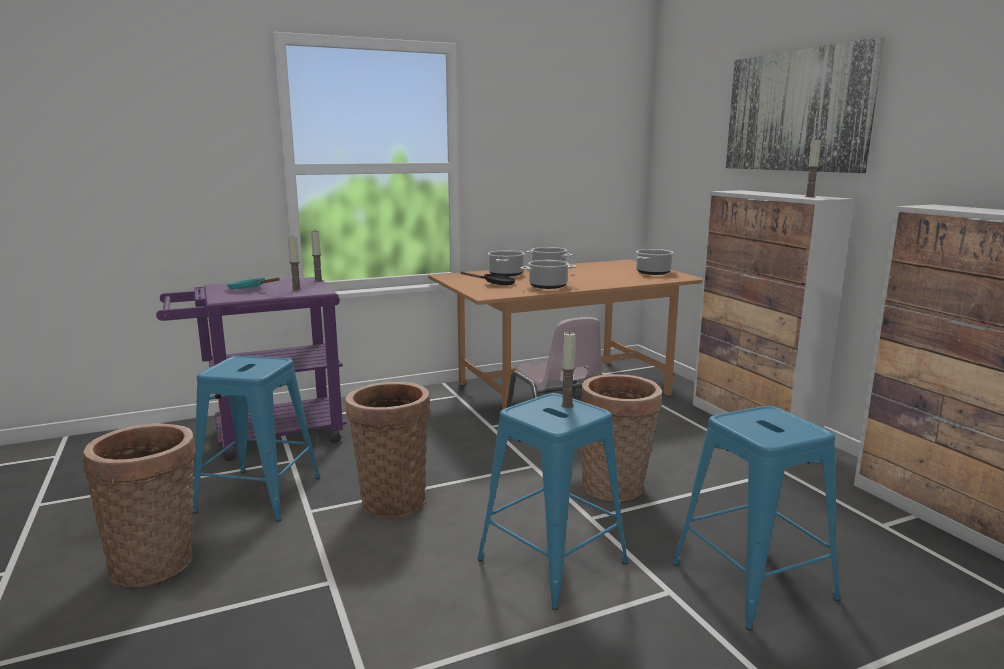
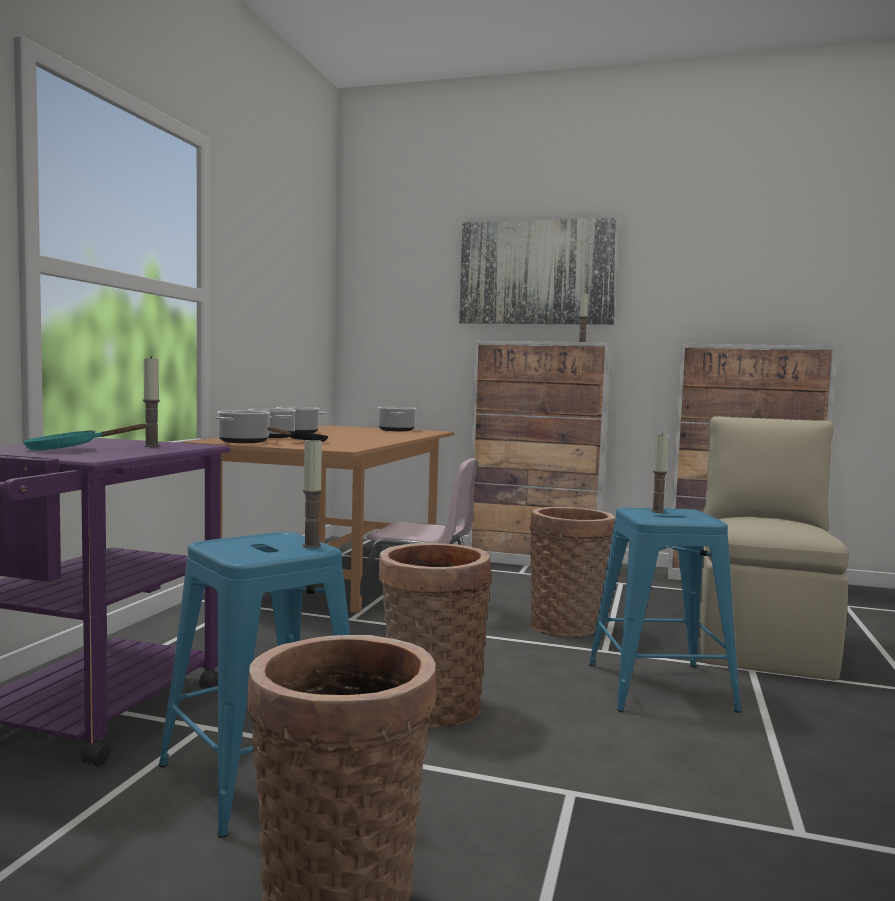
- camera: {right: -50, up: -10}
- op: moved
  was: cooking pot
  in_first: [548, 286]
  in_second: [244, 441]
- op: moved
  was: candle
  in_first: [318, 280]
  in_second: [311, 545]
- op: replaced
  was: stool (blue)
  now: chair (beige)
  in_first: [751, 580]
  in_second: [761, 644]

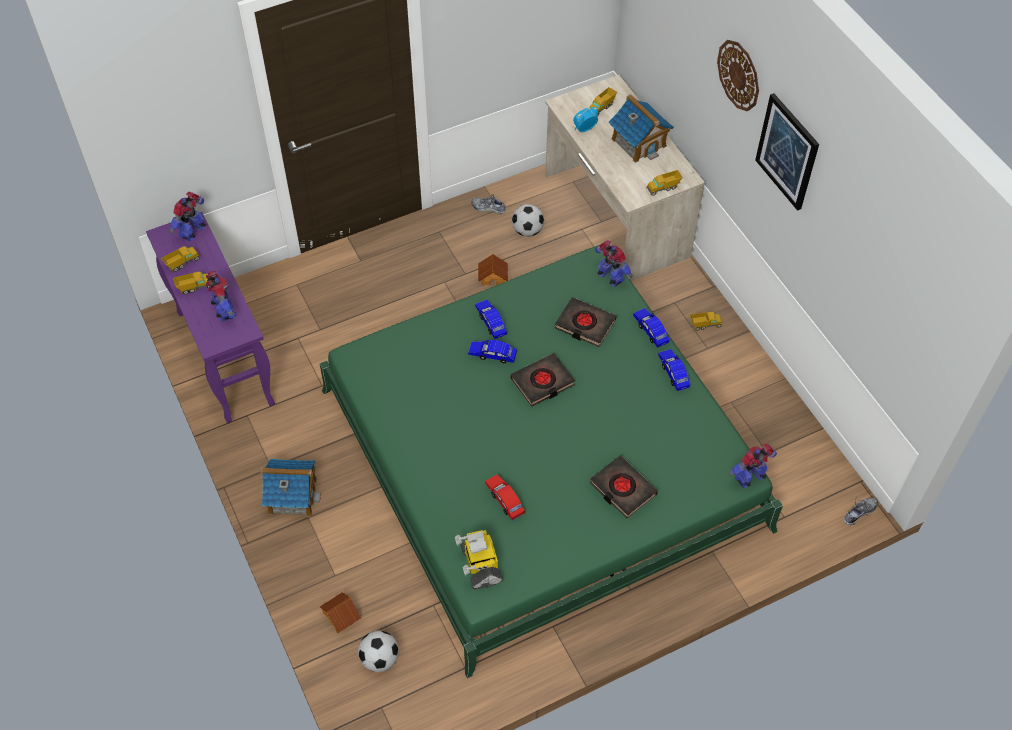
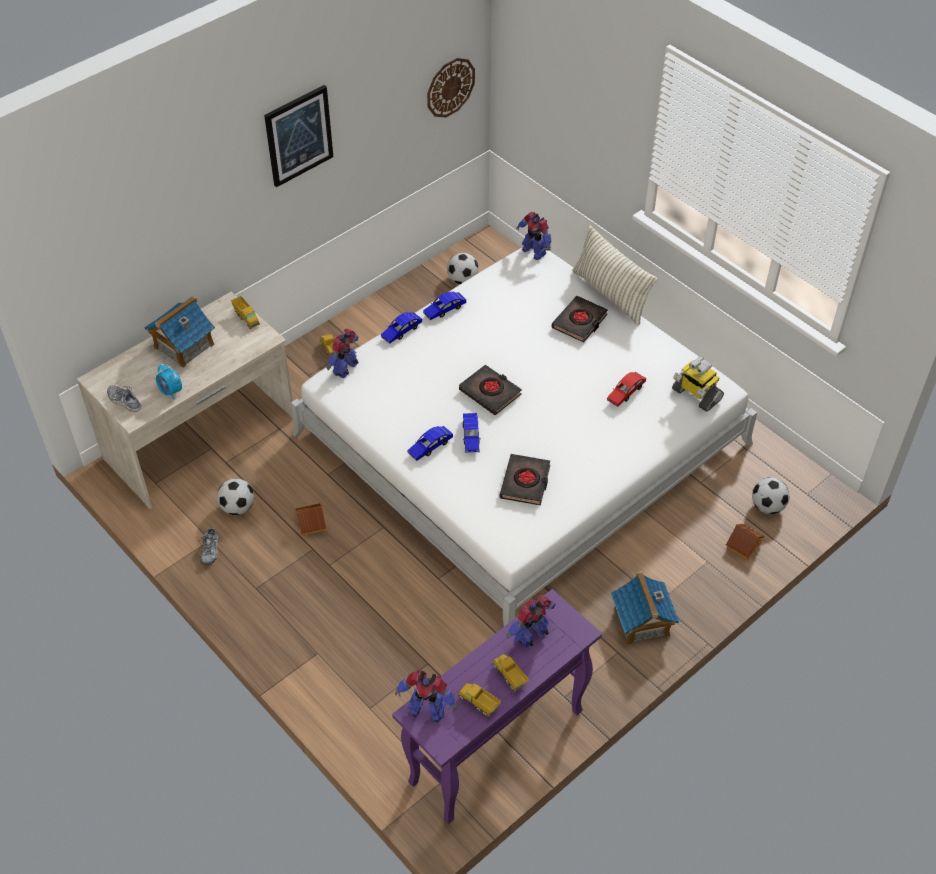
- camera: {right: -105, up: -5}
- op: moved
  was: shoe
  in_first: [859, 512]
  in_second: [124, 401]
- op: recoloured
  was: bed (green)
  now: bed (white)
  in_first: [541, 458]
  in_second: [521, 439]
- op: moved
  was: wall clock
  in_first: [739, 75]
  in_second: [450, 87]
- op: added
  now: football
  in_second: [462, 280]
- op: moved
  was: book (black)
  in_first: [585, 325]
  in_second: [525, 482]
- op: added
  now: pillow
  in_second: [610, 294]
- op: turned
  was: toy robot
  in_first: [480, 565]
  in_second: [696, 395]
  clockwise: 75
- op: removed
  was: toy truck
  in_first: [601, 108]

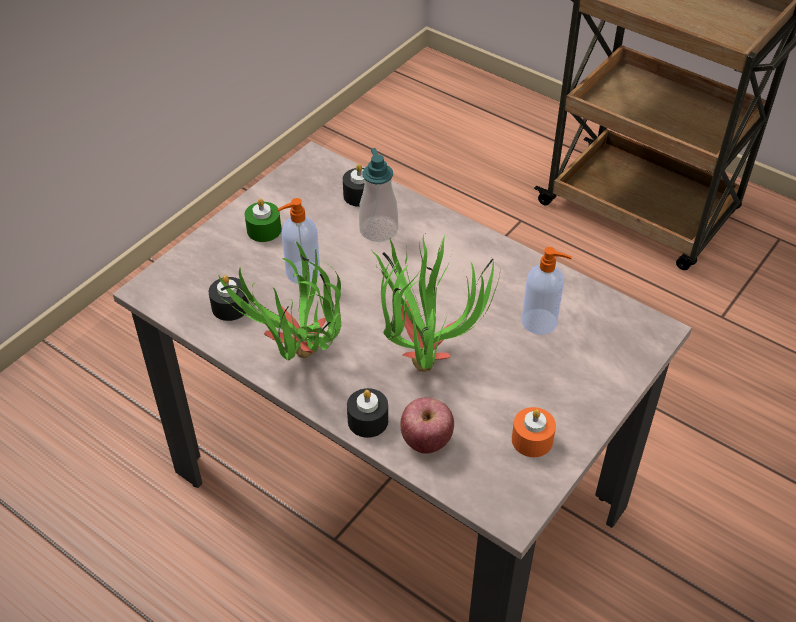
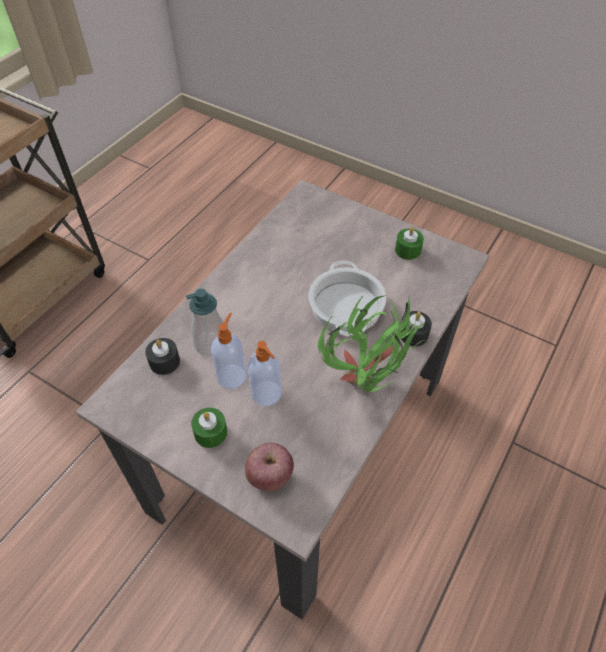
- camera: {right: -95, up: 5}
- op: moved
  was: soap dispenser
  in_first: [540, 322]
  in_second: [232, 375]
- op: moved
  was: apple
  in_first: [426, 440]
  in_second: [269, 476]
- op: replaced
  was: potted plant
  now: cooking pot
  in_first: [425, 354]
  in_second: [345, 306]
- op: recoloured
  was: candle (orange)
  now: candle (green)
  in_first: [532, 440]
  in_second: [408, 250]
- op: removed
  was: candle (black)
  in_first: [230, 307]

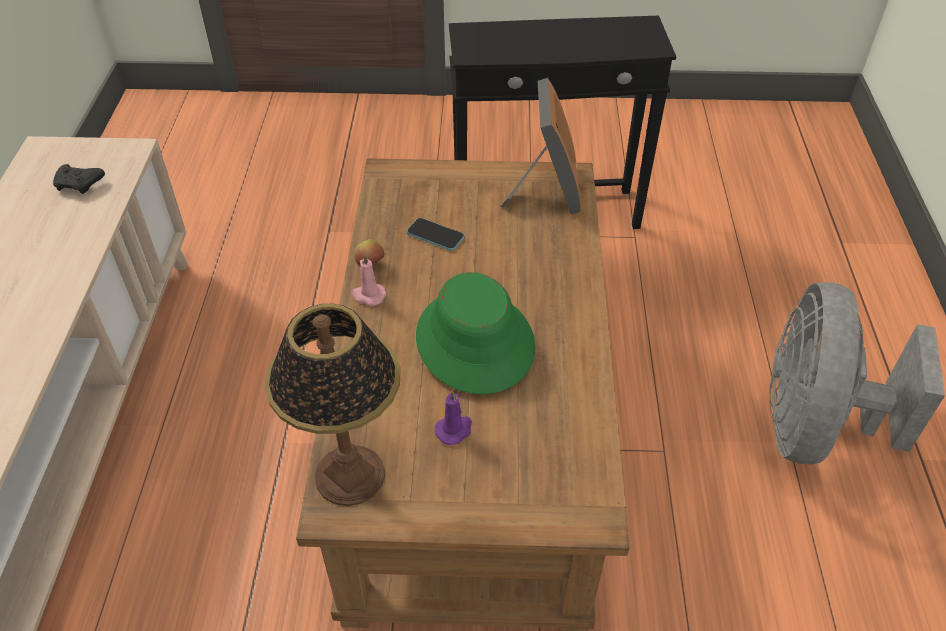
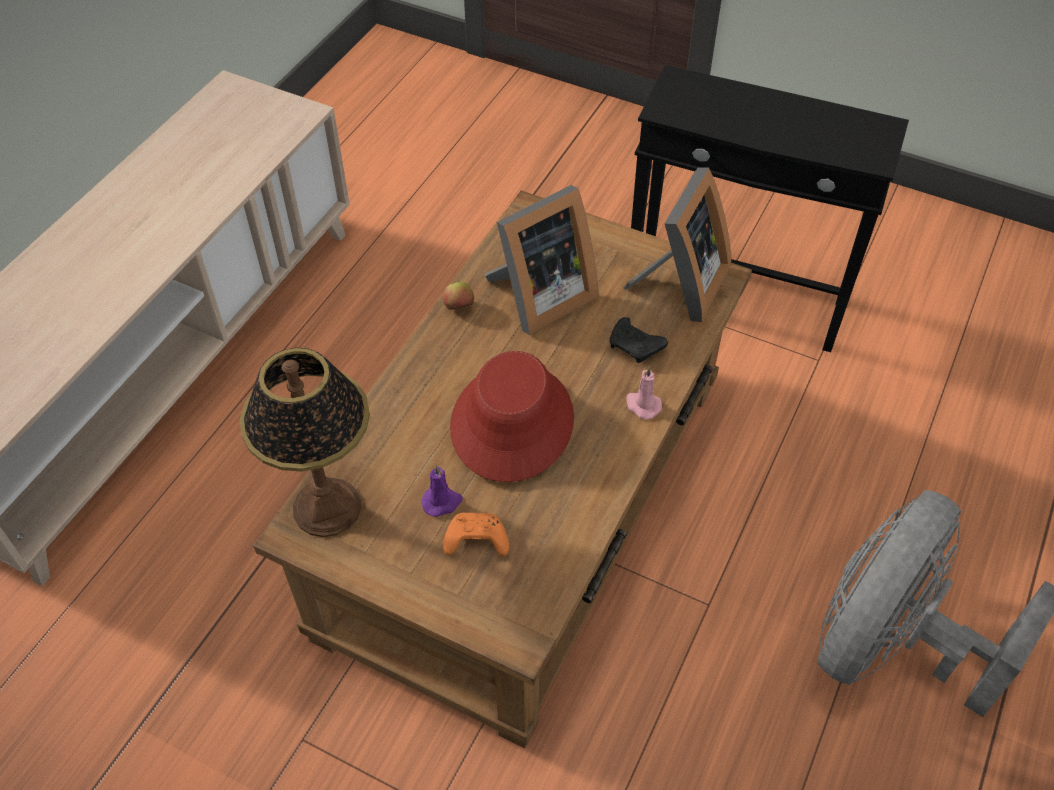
- camera: {right: 25, up: 5}
- op: added
  now: game controller (orange)
  in_second: [475, 541]
- op: recoloured
  was: hat (green)
  now: hat (red)
  in_first: [474, 341]
  in_second: [511, 422]
- op: replaced
  was: phone
  now: picture frame
  in_first: [435, 235]
  in_second: [539, 298]
- op: moved
  was: game controller (black)
  in_first: [80, 185]
  in_second: [635, 347]
- op: moved
  was: candle (pink)
  in_first: [368, 295]
  in_second: [642, 405]

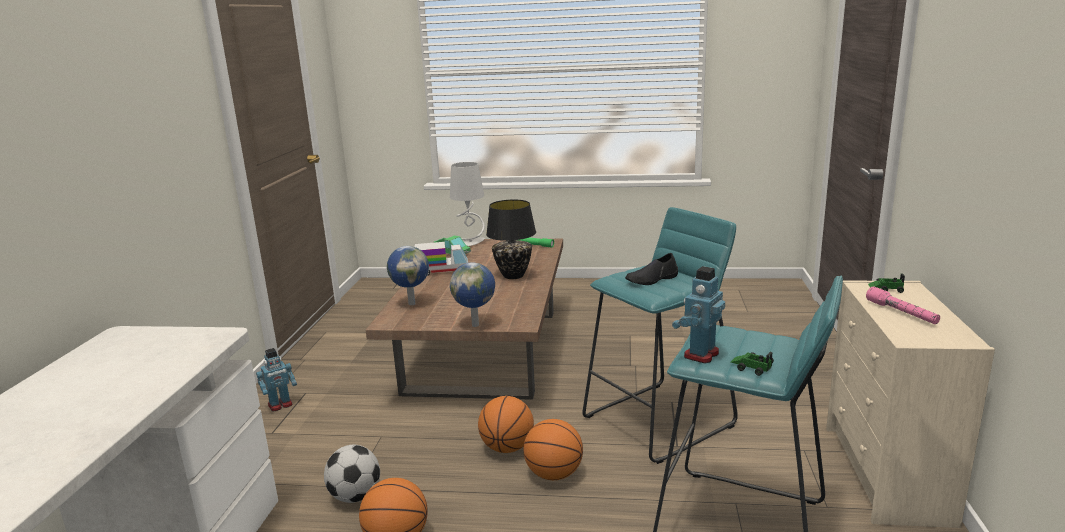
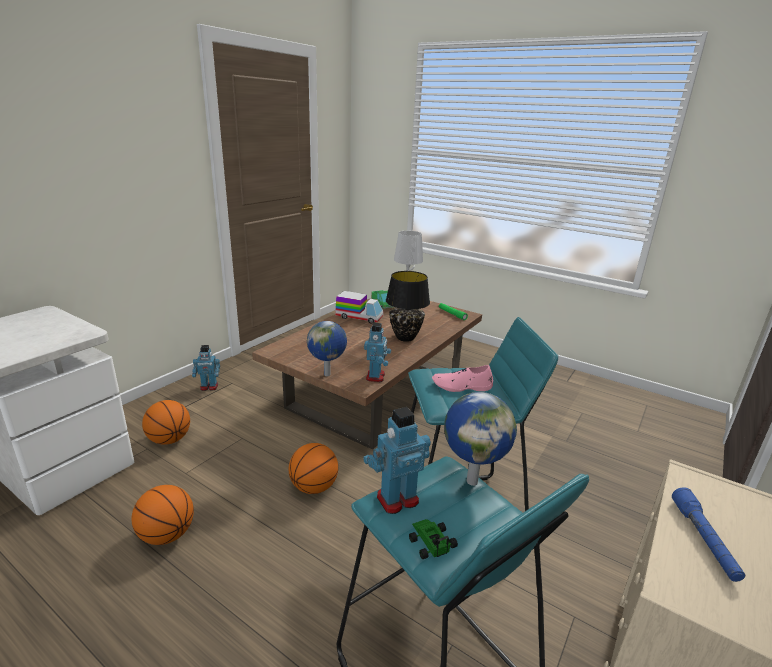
- camera: {right: 25, up: 5}
- op: moved
  was: basketball
  in_first: [554, 474]
  in_second: [169, 440]
- op: added
  now: toy robot
  in_second: [376, 377]
- op: recoloured
  was: shoe (black)
  now: shoe (pink)
  in_first: [652, 279]
  in_second: [461, 386]
- op: moved
  was: globe
  in_first: [412, 303]
  in_second: [472, 480]
- op: recoloured
  was: flashlight (pink)
  now: flashlight (blue)
  in_first: [902, 313]
  in_second: [704, 540]
- op: removed
  was: football
  in_first: [355, 496]
- op: removed
  was: toy car
  in_first: [885, 287]

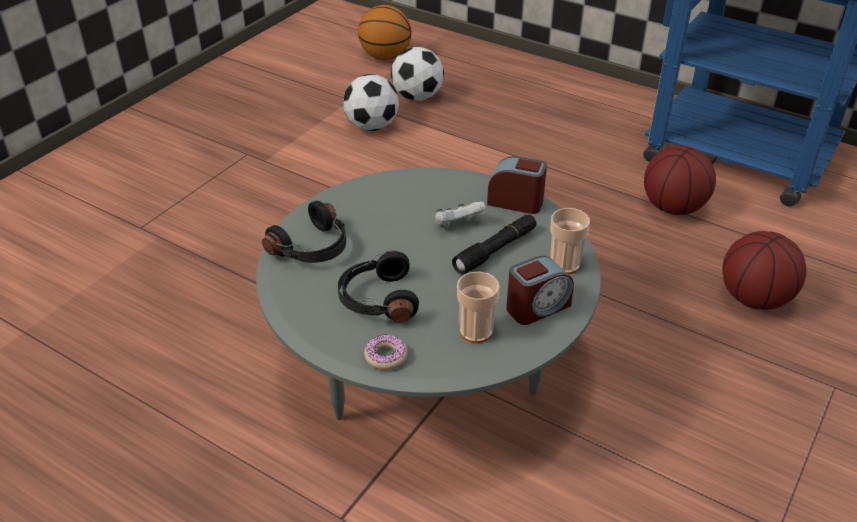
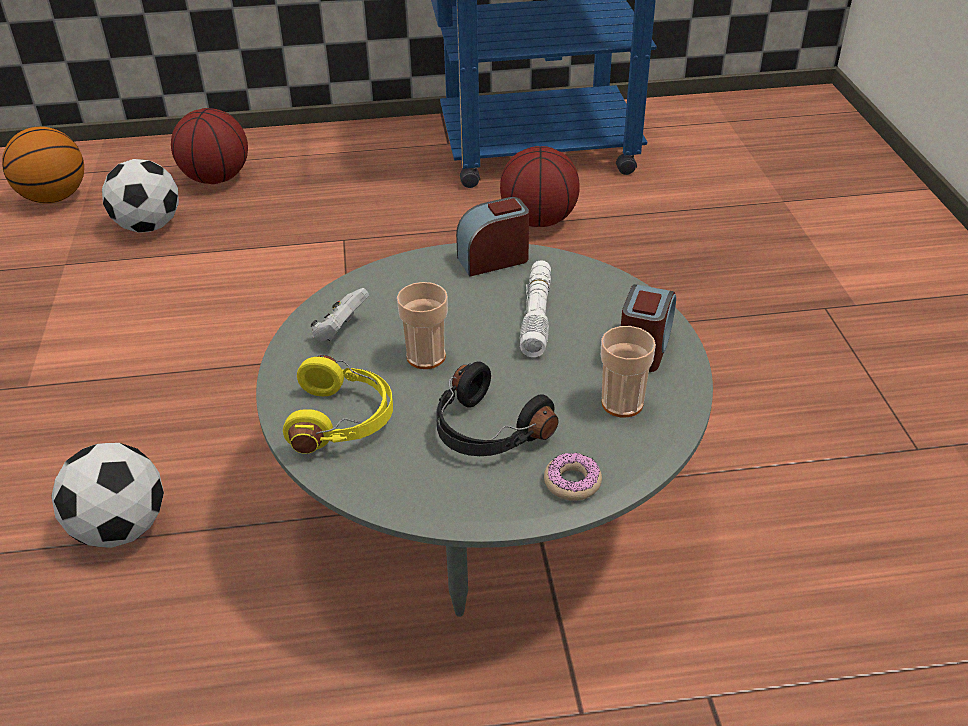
- camera: {right: -40, up: 0}
- op: moved
  was: football
  in_first: [372, 126]
  in_second: [121, 528]
- op: moved
  was: basketball
  in_first: [755, 299]
  in_second: [217, 178]
- op: recoloured
  was: headphones (black)
  now: headphones (yellow)
  in_first: [313, 248]
  in_second: [343, 420]
- op: moved
  was: game controller (white)
  in_first: [457, 225]
  in_second: [340, 331]
- op: moved
  was: cup
  in_first: [564, 264]
  in_second: [426, 356]
- op: recoloured
  was: flashlight (black)
  now: flashlight (white)
  in_first: [495, 250]
  in_second: [537, 316]

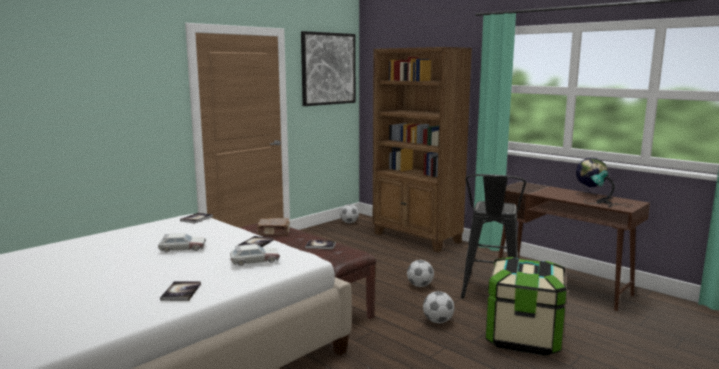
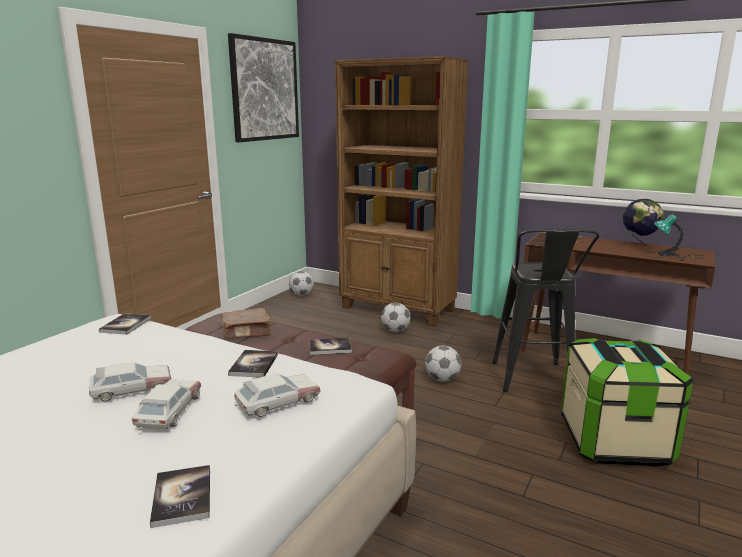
- camera: {right: -15, up: 5}
- op: added
  now: toy car
  in_second: [169, 411]
- op: moved
  was: football
  in_first: [437, 321]
  in_second: [395, 331]

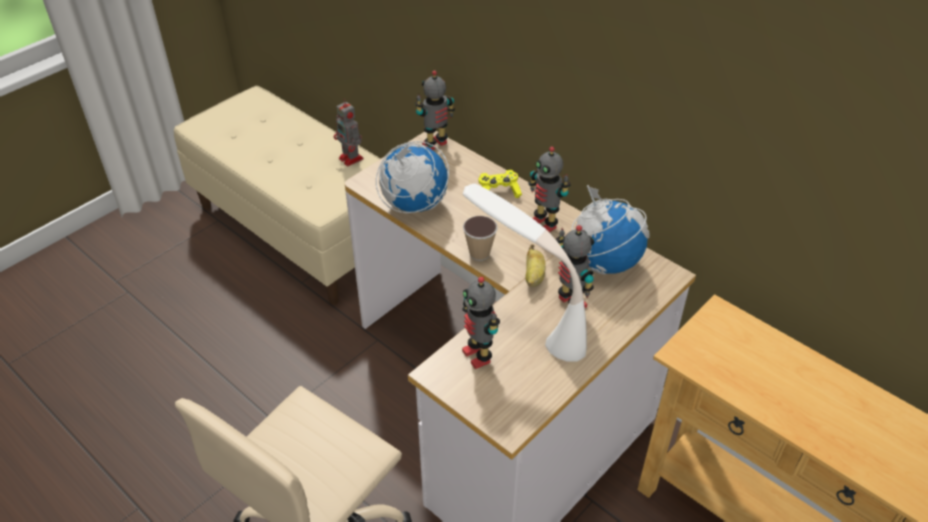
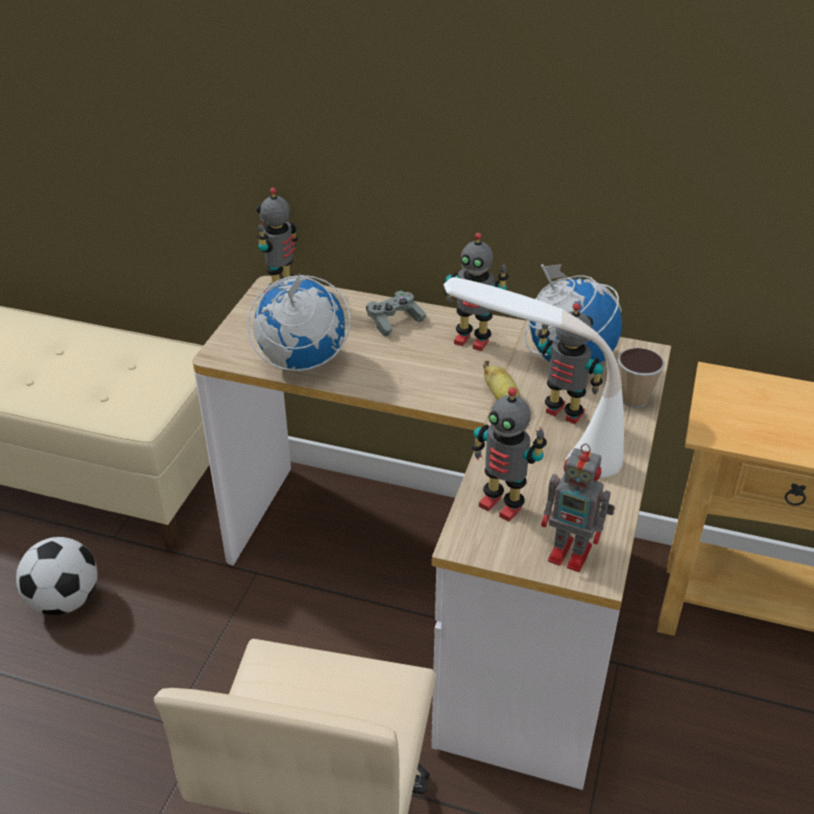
- camera: {right: -25, up: -5}
- op: added
  now: football
  in_second: [65, 600]
- op: recoloured
  was: game controller (yellow)
  now: game controller (grey)
  in_first: [499, 192]
  in_second: [394, 321]
- op: moved
  was: toy robot
  in_first: [351, 159]
  in_second: [572, 554]
- op: moved
  was: cup
  in_first: [479, 254]
  in_second: [634, 399]

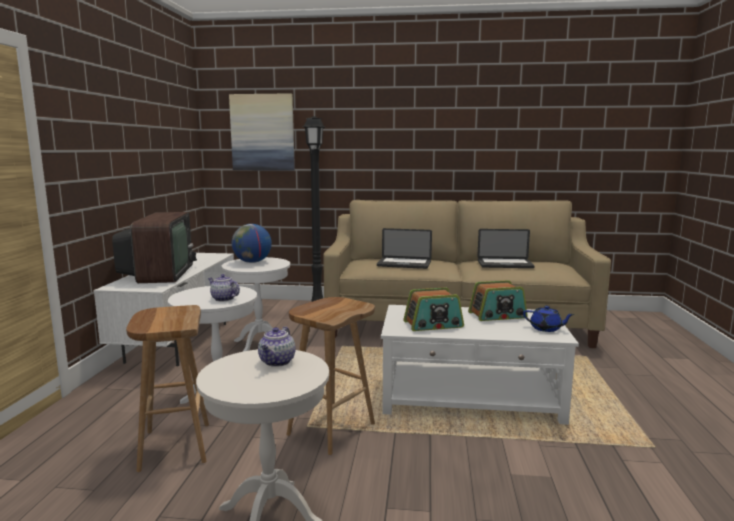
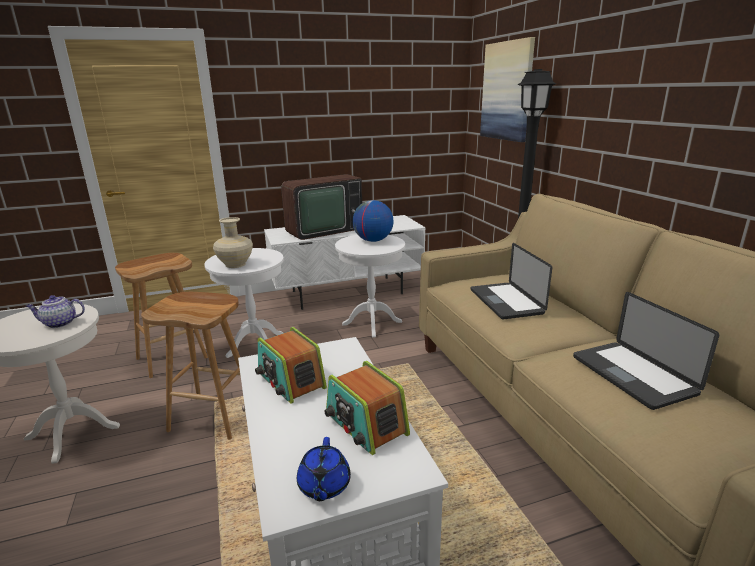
- camera: {right: 65, up: 10}
- op: replaced
  was: teapot
  now: vase (beige)
  in_first: [223, 299]
  in_second: [235, 264]

